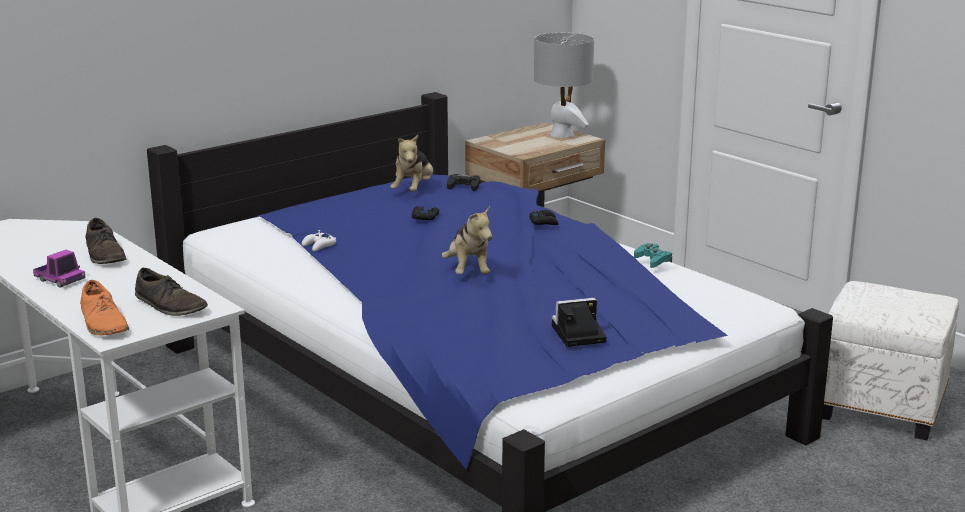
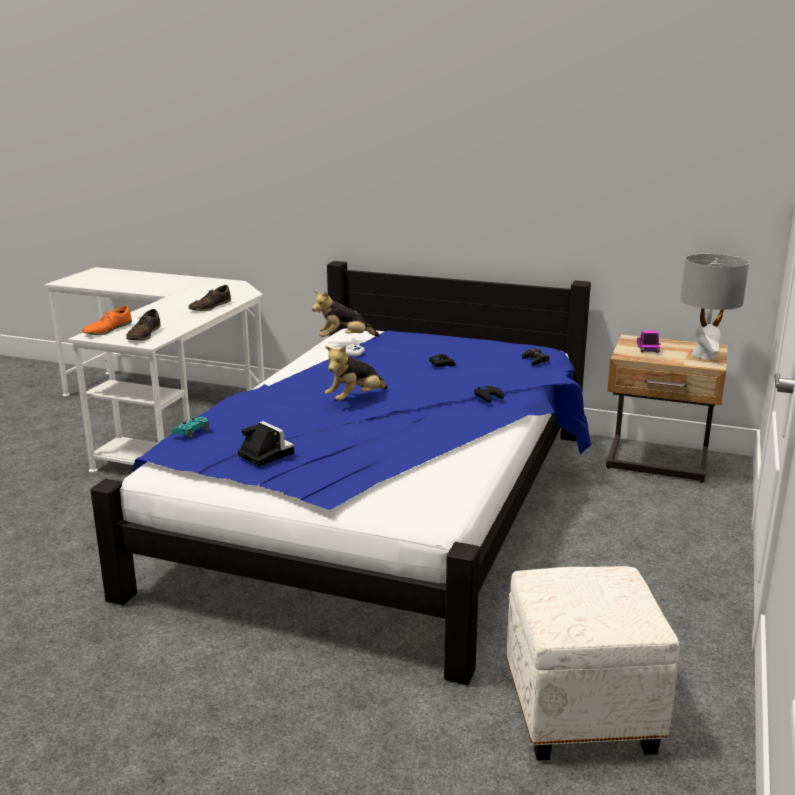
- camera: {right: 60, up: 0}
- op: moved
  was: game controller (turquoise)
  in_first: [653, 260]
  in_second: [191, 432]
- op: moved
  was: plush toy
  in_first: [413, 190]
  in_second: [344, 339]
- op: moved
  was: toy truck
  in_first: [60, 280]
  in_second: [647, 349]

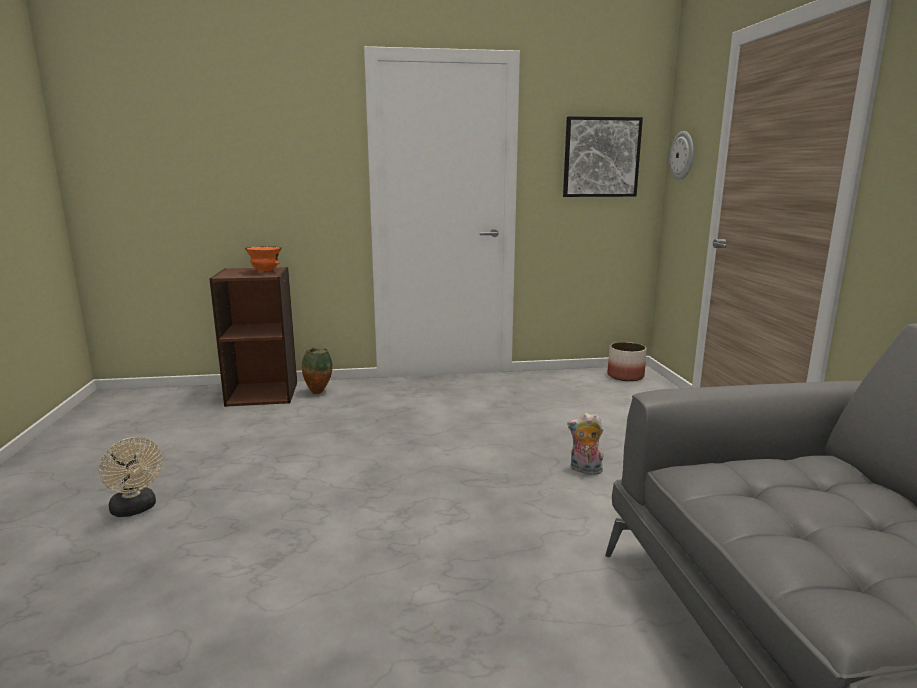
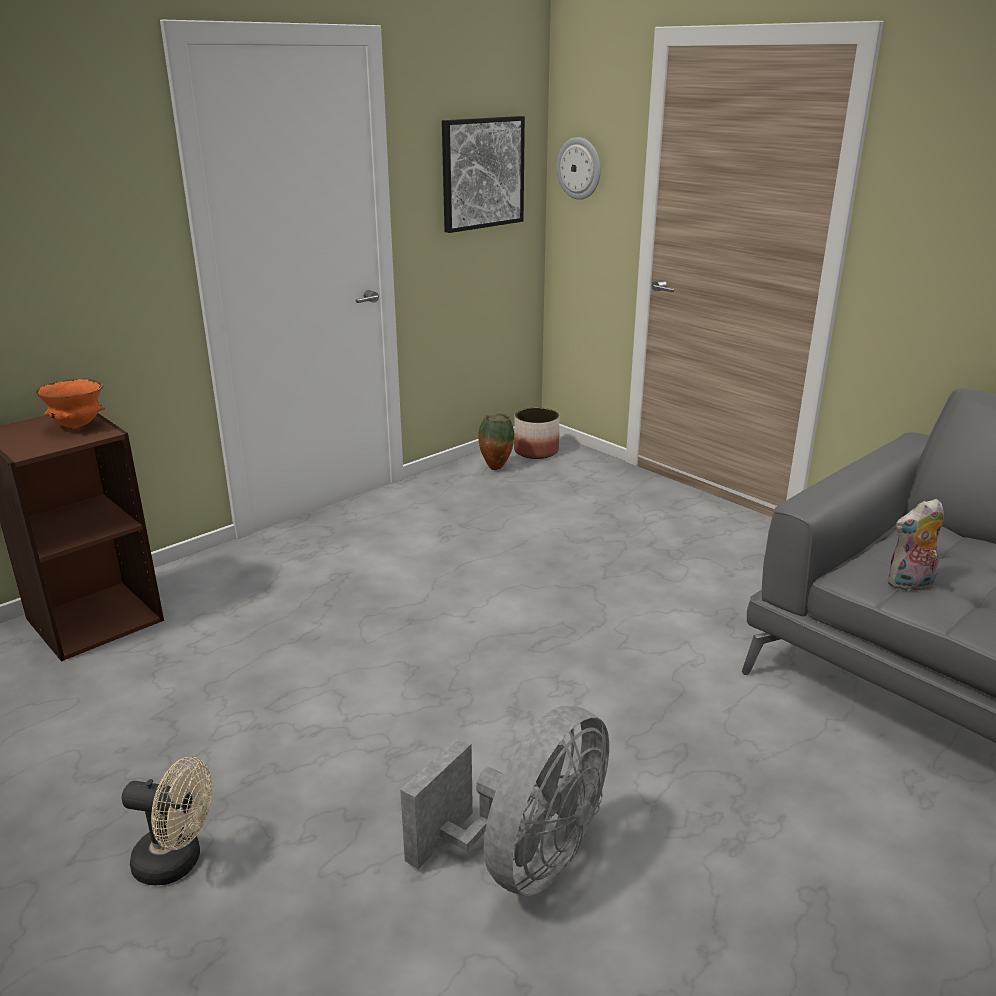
- camera: {right: -35, up: 10}
- op: added
  now: fan (grey)
  in_second: [524, 860]
- op: moved
  was: vase
  in_first: [318, 392]
  in_second: [495, 468]
- op: moved
  was: plush toy
  in_first: [584, 470]
  in_second: [910, 585]

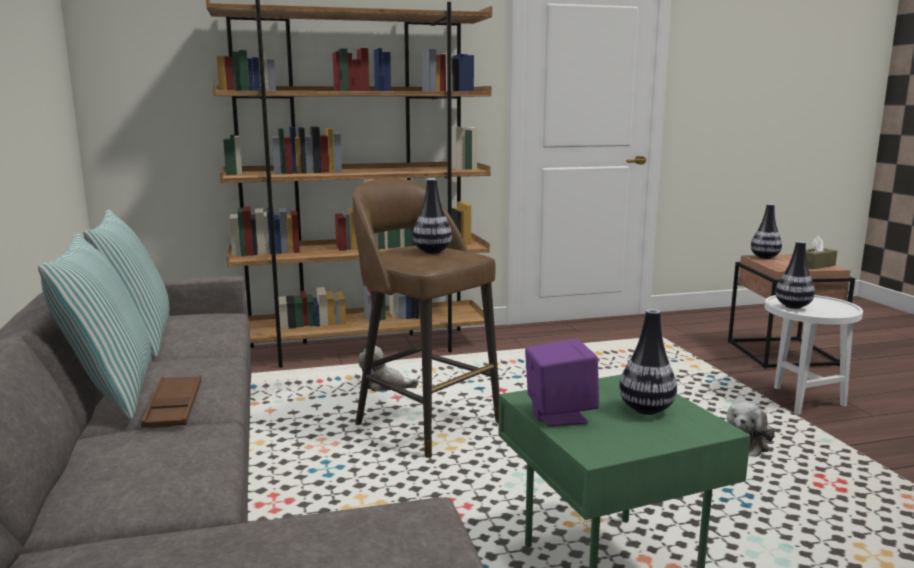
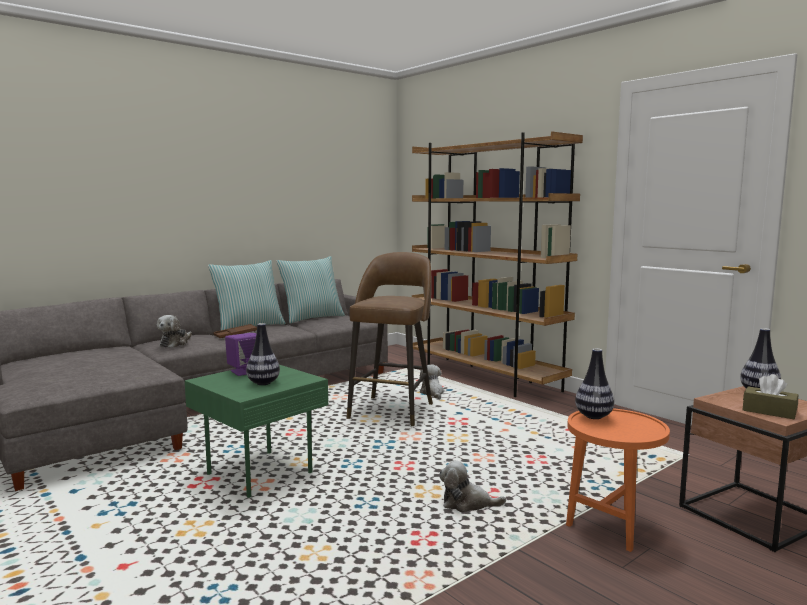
- camera: {right: 65, up: -5}
- op: added
  now: plush toy
  in_second: [175, 343]
- op: recoloured
  was: side table (white)
  now: side table (orange)
  in_first: [801, 399]
  in_second: [611, 526]
- op: removed
  was: vase
  in_first: [432, 252]

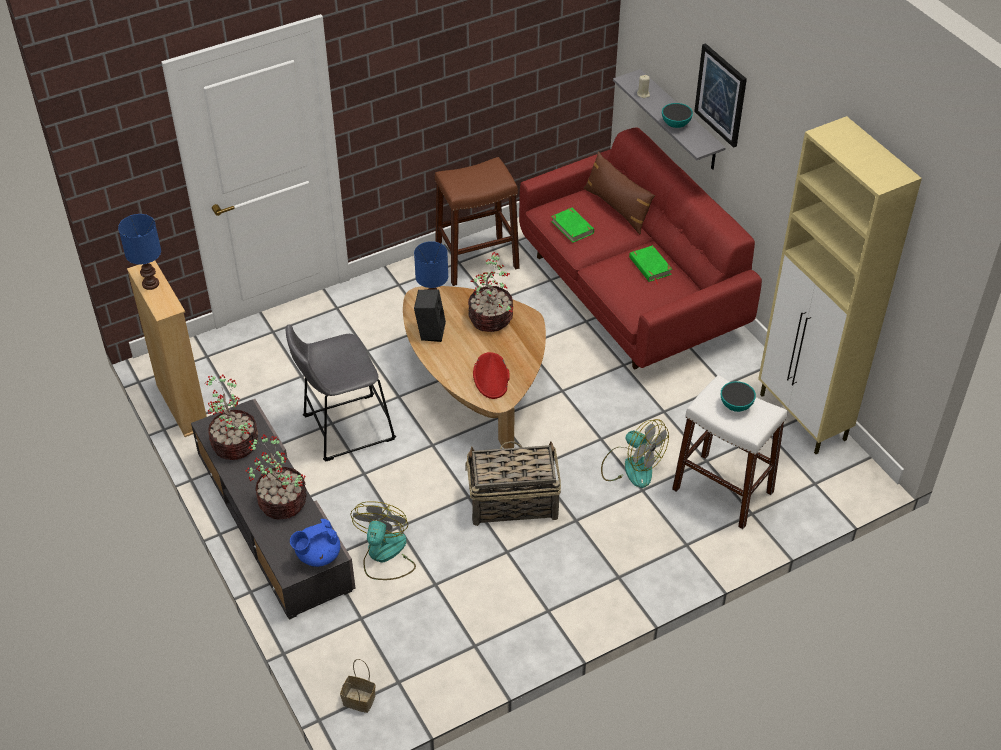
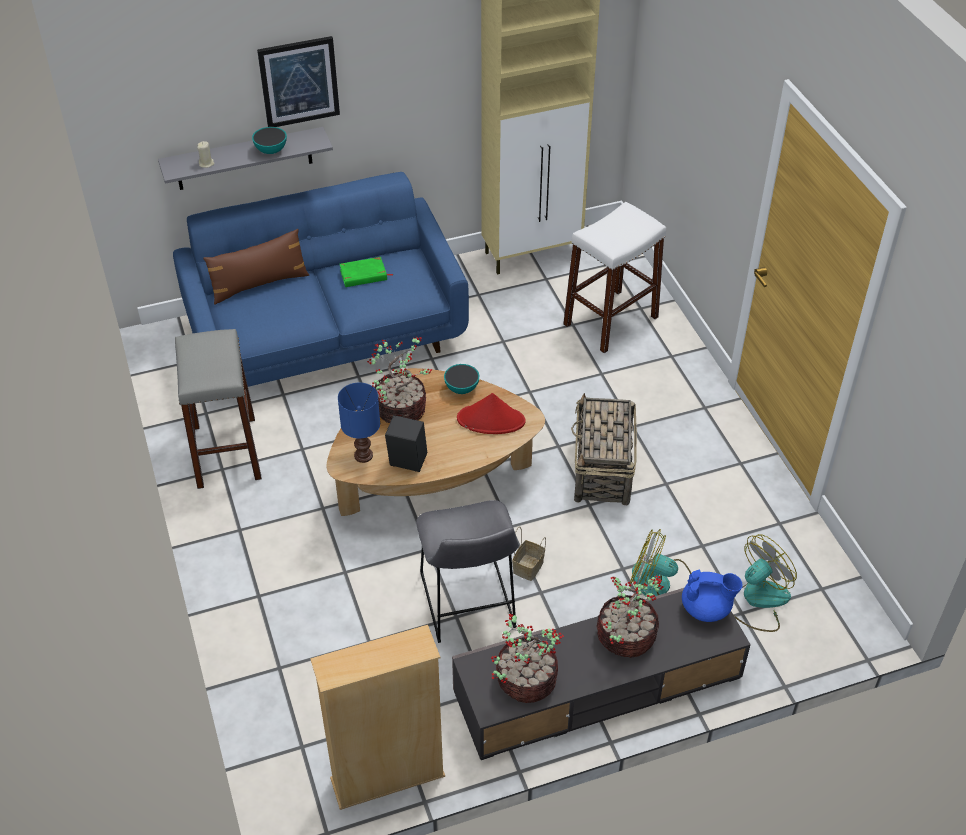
- camera: {right: -80, up: 0}
- op: recoloured
  was: sofa (red)
  now: sofa (blue)
  in_first: [631, 292]
  in_second: [327, 335]
- op: recoloured
  was: stool (brown)
  now: stool (grey)
  in_first: [477, 261]
  in_second: [226, 452]
- op: moved
  was: bowl
  in_first: [736, 405]
  in_second: [461, 388]
- op: moved
  was: basket
  in_first: [358, 700]
  in_second: [528, 568]
- op: turned
  was: teapot (blue)
  in_first: [317, 555]
  in_second: [706, 609]
  clockwise: -60
- op: moved
  was: fan
  in_first: [631, 466]
  in_second: [757, 600]
- op: removed
  was: table lamp (blue)
  in_first: [150, 284]
- op: removed
  was: book (green)
  in_first: [572, 227]

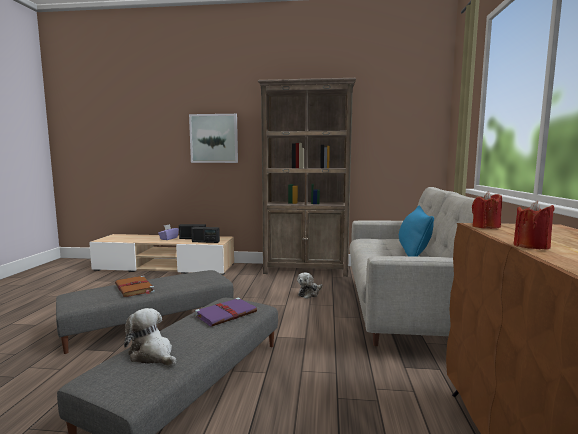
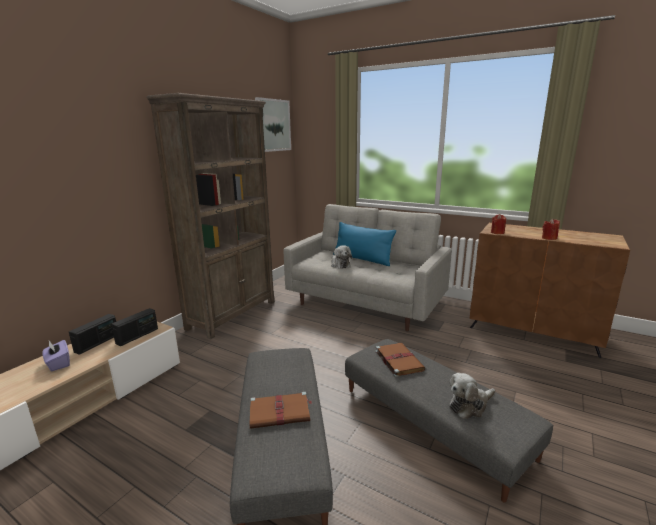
- camera: {right: -65, up: 10}
- op: moved
  was: picture
  in_first: [214, 138]
  in_second: [272, 125]
- op: moved
  was: plush toy
  in_first: [309, 293]
  in_second: [340, 264]
- op: recoloured
  was: book (purple)
  now: book (brown)
  in_first: [227, 314]
  in_second: [398, 360]

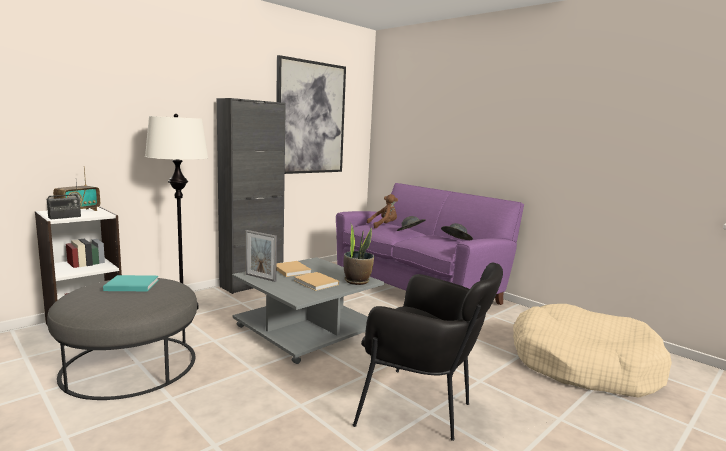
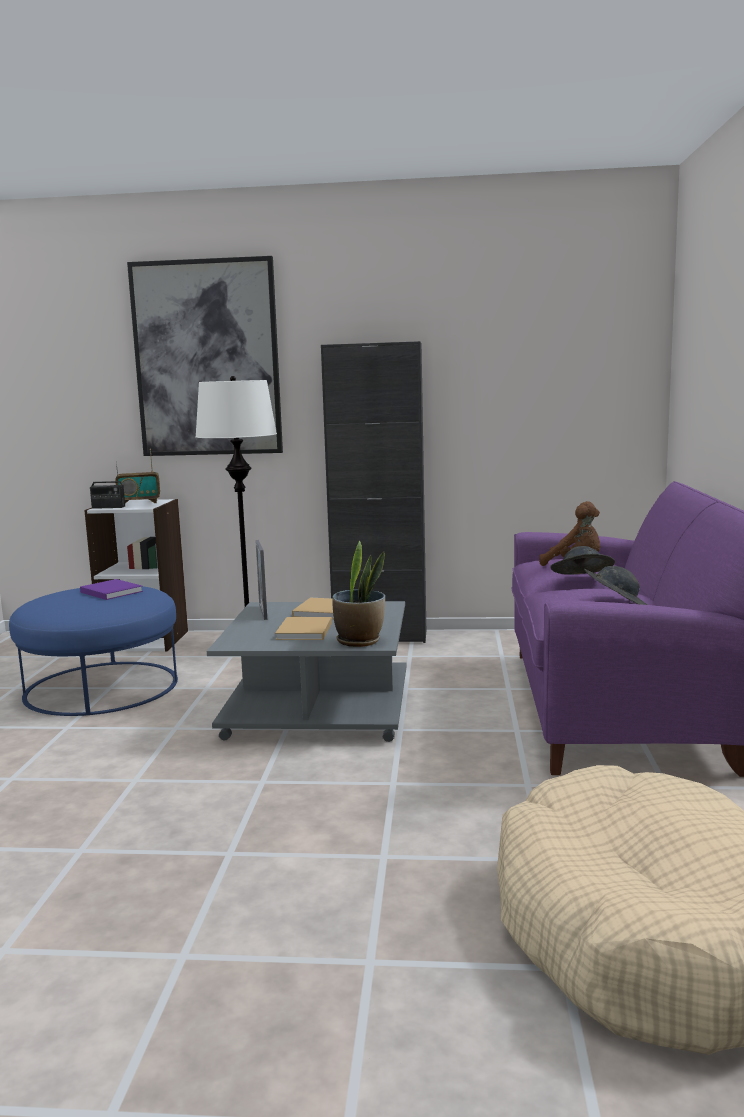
- camera: {right: 50, up: 0}
- op: recoloured
  was: ottoman (grey)
  now: ottoman (blue)
  in_first: [130, 364]
  in_second: [102, 687]
- op: recoloured
  was: book (turquoise)
  now: book (purple)
  in_first: [130, 285]
  in_second: [110, 591]
- op: moved
  was: picture
  in_first: [310, 118]
  in_second: [207, 359]
- op: removed
  was: armchair (black)
  in_first: [422, 409]

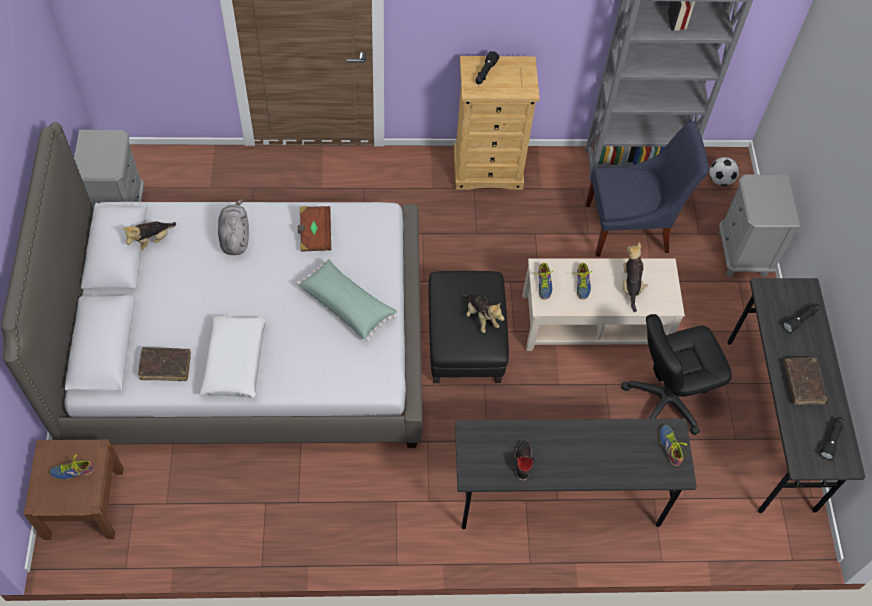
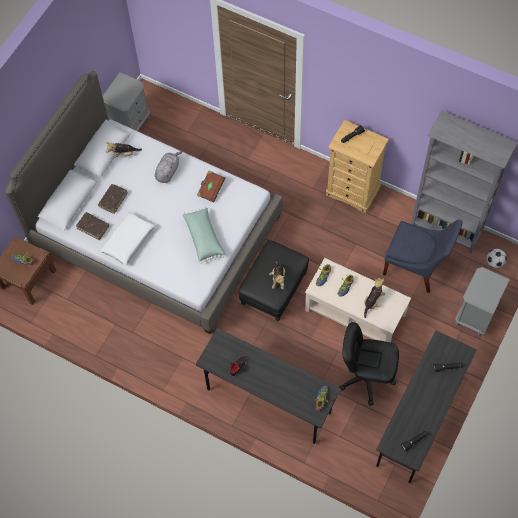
- camera: {right: 35, up: 5}
- op: moved
  was: book (brown)
  in_first: [803, 384]
  in_second: [113, 200]

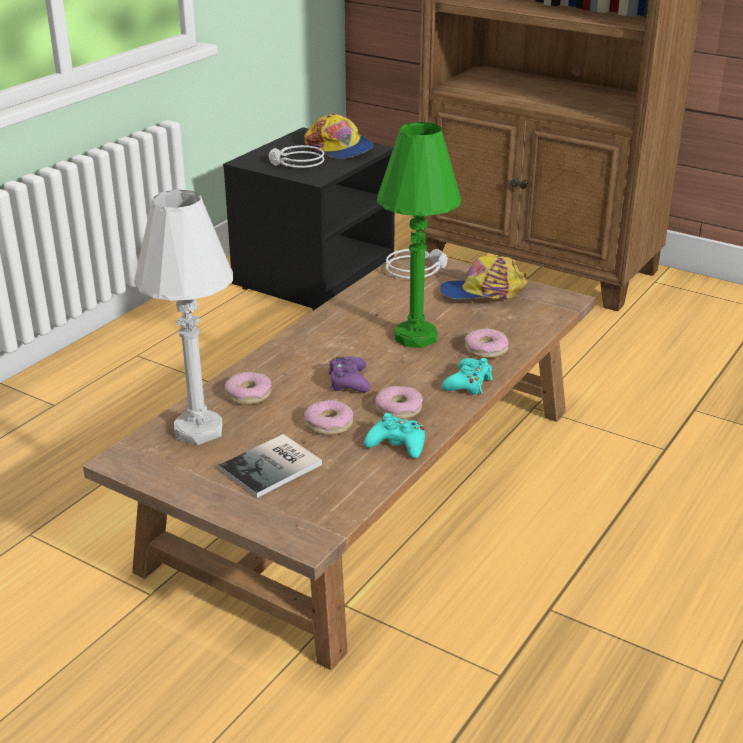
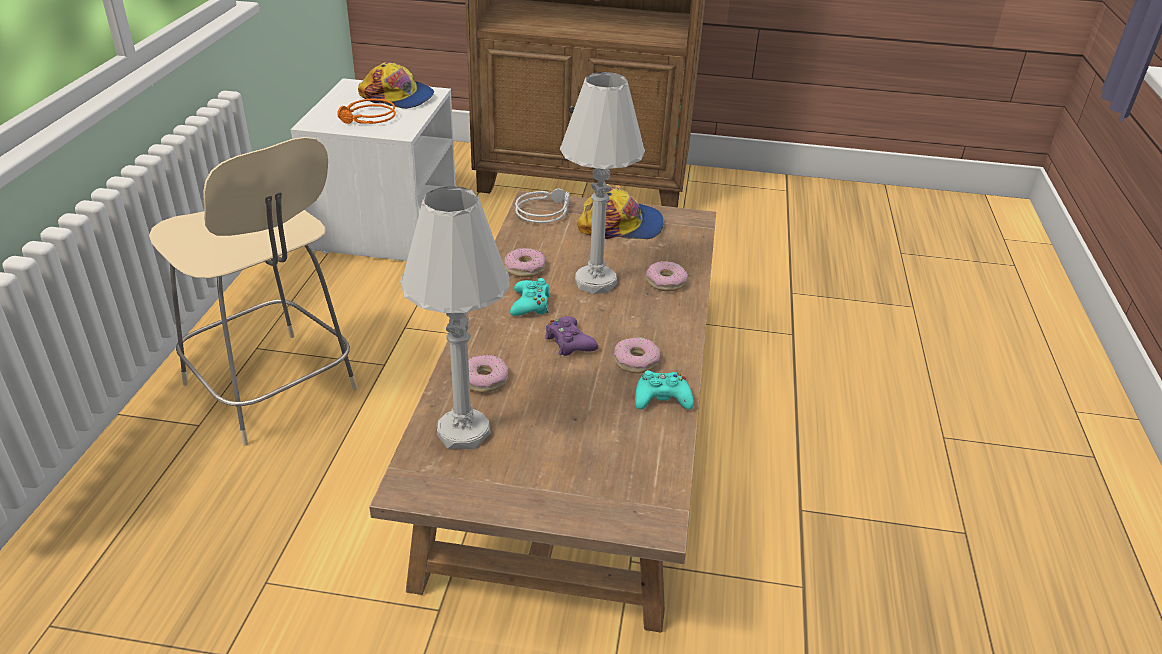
- camera: {right: -25, up: 5}
- op: added
  now: chair (beige)
  in_second: [273, 390]
- op: recoloured
  was: nightstand (black)
  now: nightstand (white)
  in_first: [314, 274]
  in_second: [385, 225]
- op: recoloured
  was: headphones (grey)
  now: headphones (orange)
  in_first: [296, 163]
  in_second: [367, 118]
- op: moved
  was: donut
  in_first: [328, 424]
  in_second: [525, 268]
- op: moved
  was: game controller (turquoise)
  in_first: [468, 383]
  in_second: [530, 304]
- op: recoloured
  was: table lamp (green)
  now: table lamp (white)
  in_first: [416, 337]
  in_second: [595, 282]
- op: turned
  was: cap
  in_first: [483, 293]
  in_second: [621, 225]
  clockwise: -150
- op: removed
  was: book
  in_first: [274, 467]

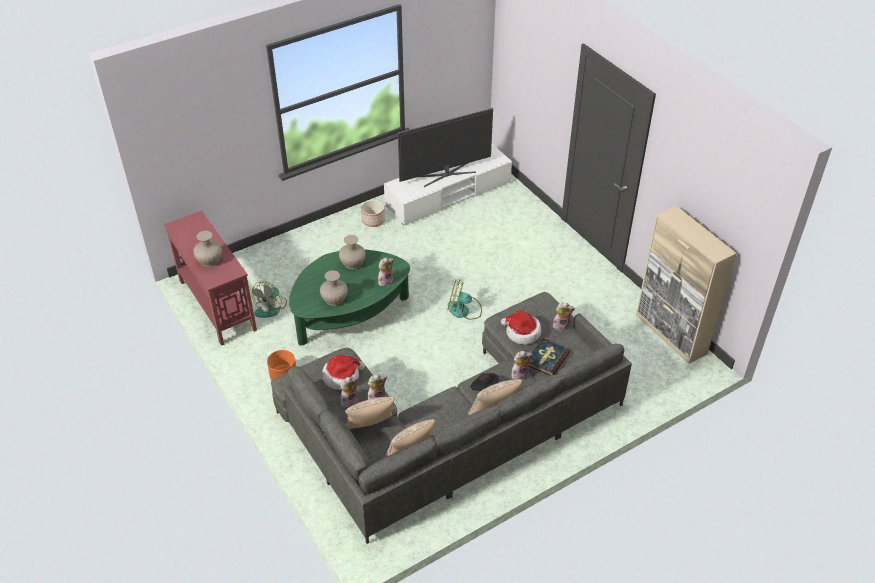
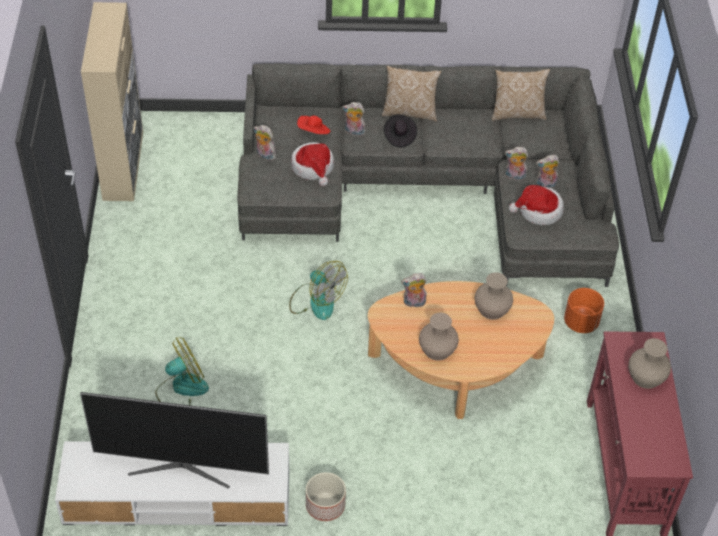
- camera: {right: -150, up: 5}
- op: moved
  was: fan
  in_first: [271, 307]
  in_second: [181, 389]
- op: replaced
  was: book
  now: hat (red)
  in_first: [547, 358]
  in_second: [313, 132]
- op: recoloured
  was: coffee table (green)
  now: coffee table (beige)
  in_first: [349, 313]
  in_second: [456, 366]
- op: removed
  was: pillow
  in_first: [370, 428]

